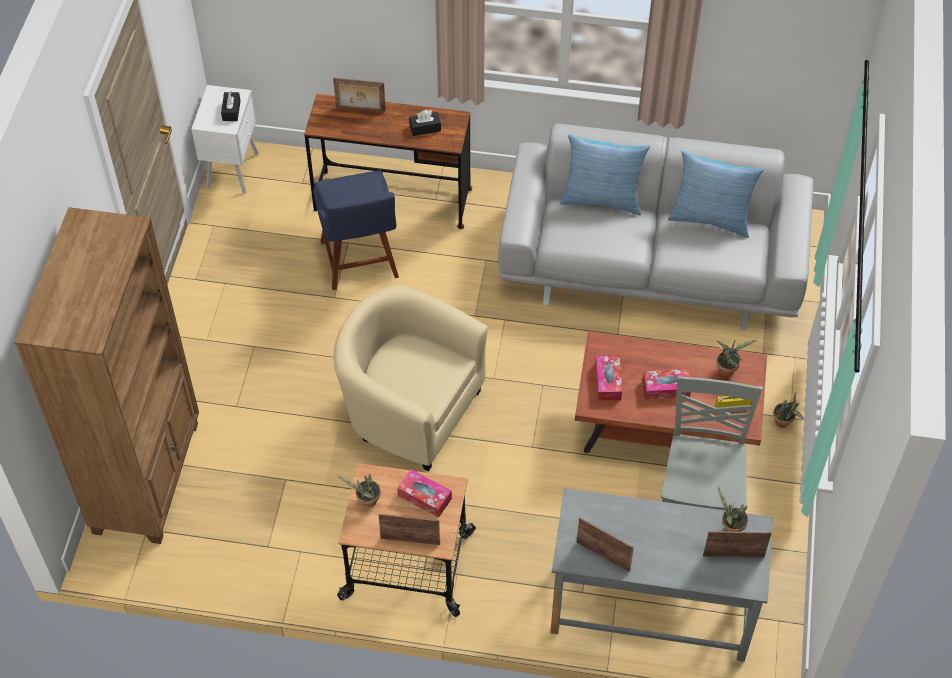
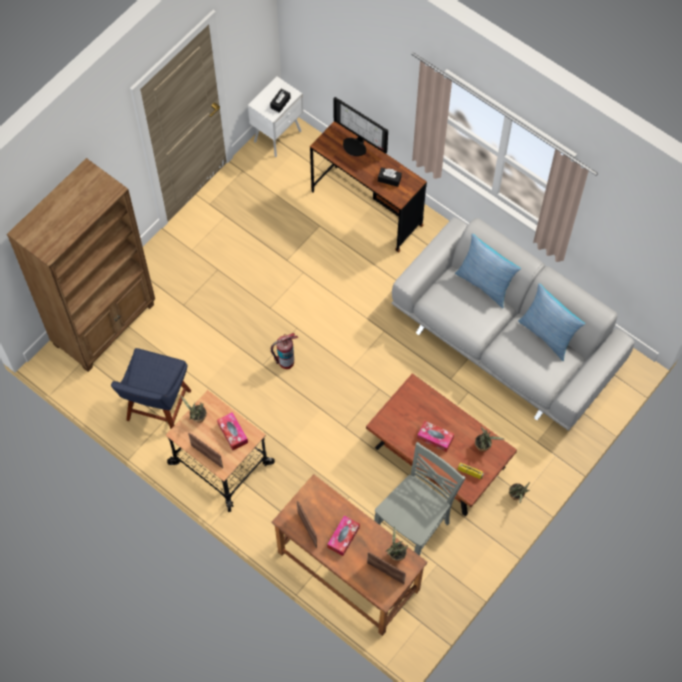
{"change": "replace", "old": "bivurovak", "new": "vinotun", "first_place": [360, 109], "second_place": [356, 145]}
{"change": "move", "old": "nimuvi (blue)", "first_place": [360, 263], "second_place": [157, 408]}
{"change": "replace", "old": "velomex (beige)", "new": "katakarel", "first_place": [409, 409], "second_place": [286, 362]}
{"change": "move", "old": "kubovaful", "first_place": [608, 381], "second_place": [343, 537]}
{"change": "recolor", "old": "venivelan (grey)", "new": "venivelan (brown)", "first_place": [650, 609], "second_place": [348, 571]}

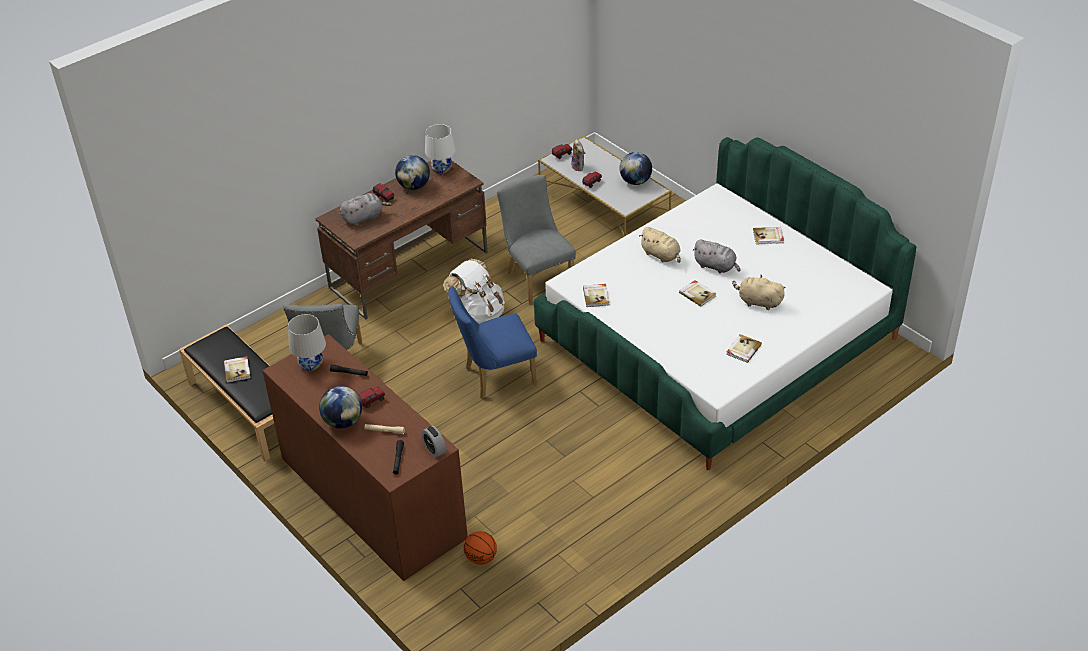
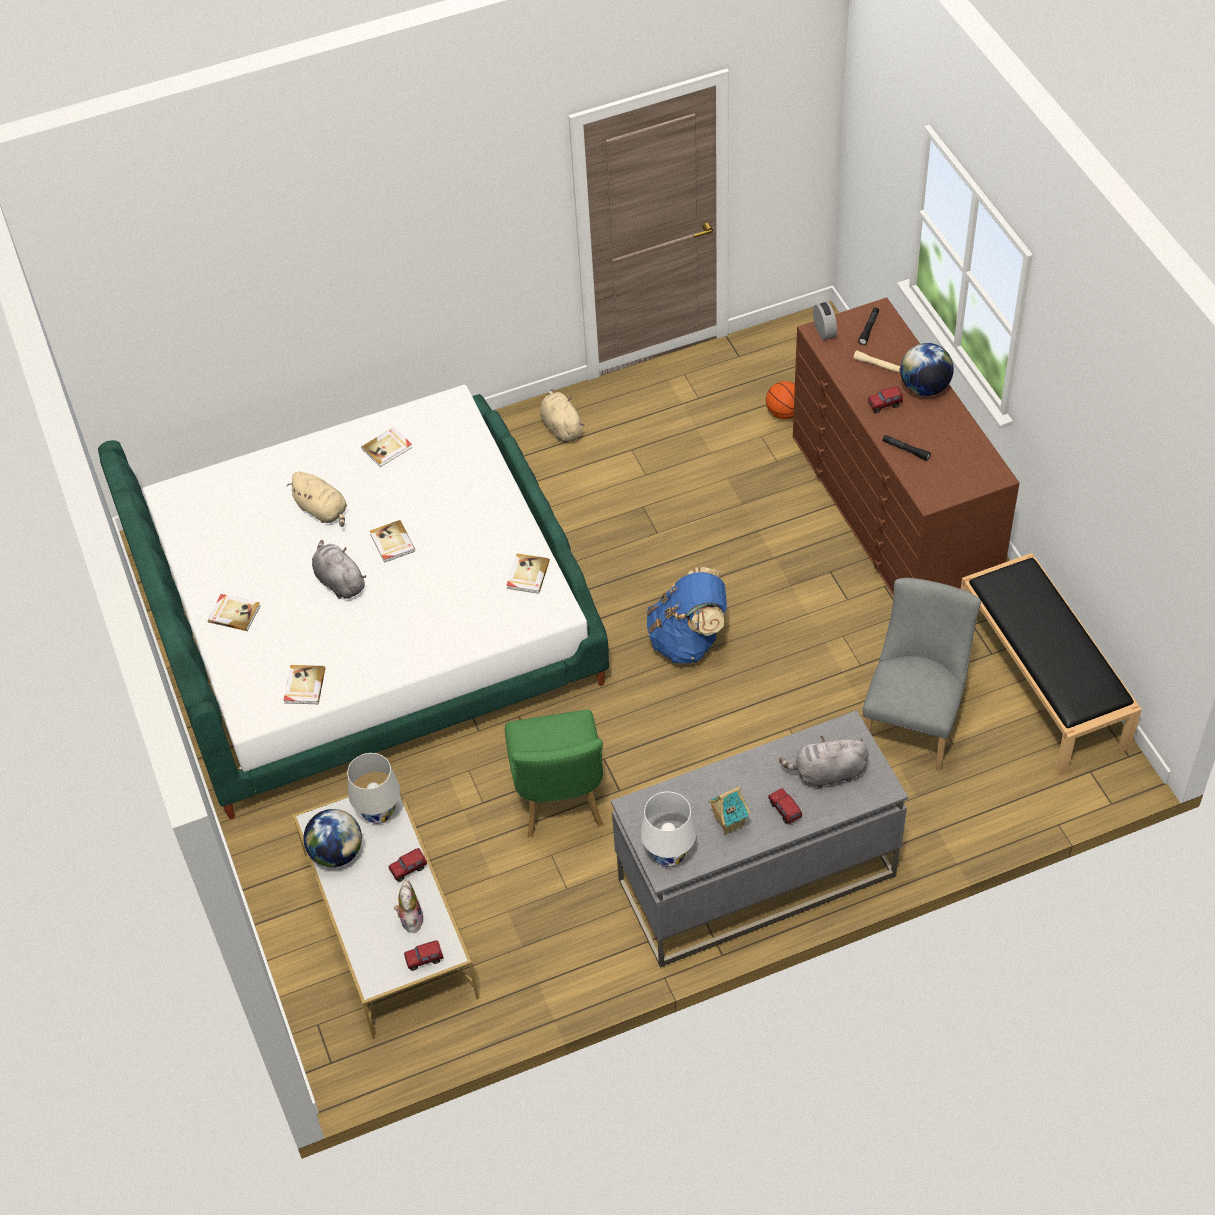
{"change": "replace", "old": "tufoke", "new": "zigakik", "first_place": [414, 186], "second_place": [728, 824]}
{"change": "recolor", "old": "venivelan (brown)", "new": "venivelan (grey)", "first_place": [409, 269], "second_place": [755, 878]}
{"change": "recolor", "old": "nimuvi (grey)", "new": "nimuvi (green)", "first_place": [537, 277], "second_place": [560, 802]}
{"change": "move", "old": "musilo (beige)", "first_place": [661, 255], "second_place": [561, 427]}
{"change": "delete", "old": "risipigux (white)", "first_place": [477, 314]}
{"change": "replace", "old": "nimuvi (blue)", "new": "risipigux (blue)", "first_place": [495, 377], "second_place": [688, 640]}
{"change": "move", "old": "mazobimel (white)", "first_place": [310, 364], "second_place": [379, 812]}
{"change": "move", "old": "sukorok", "first_place": [237, 370], "second_place": [304, 686]}

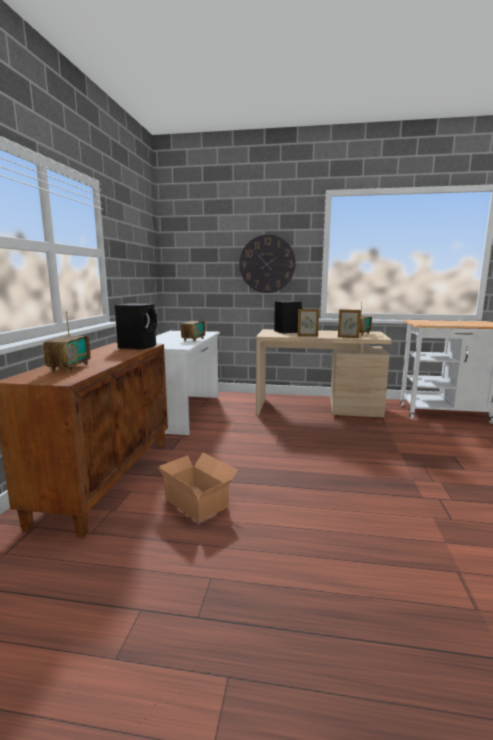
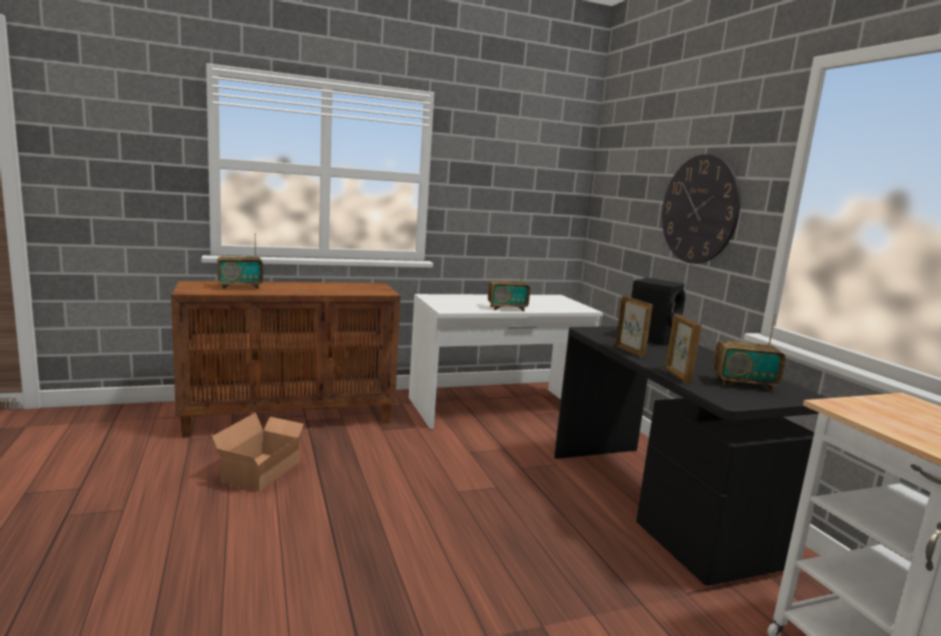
{"change": "delete", "old": "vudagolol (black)", "first_place": [138, 346]}
{"change": "recolor", "old": "venivelan (beige)", "new": "venivelan (black)", "first_place": [318, 409], "second_place": [658, 505]}

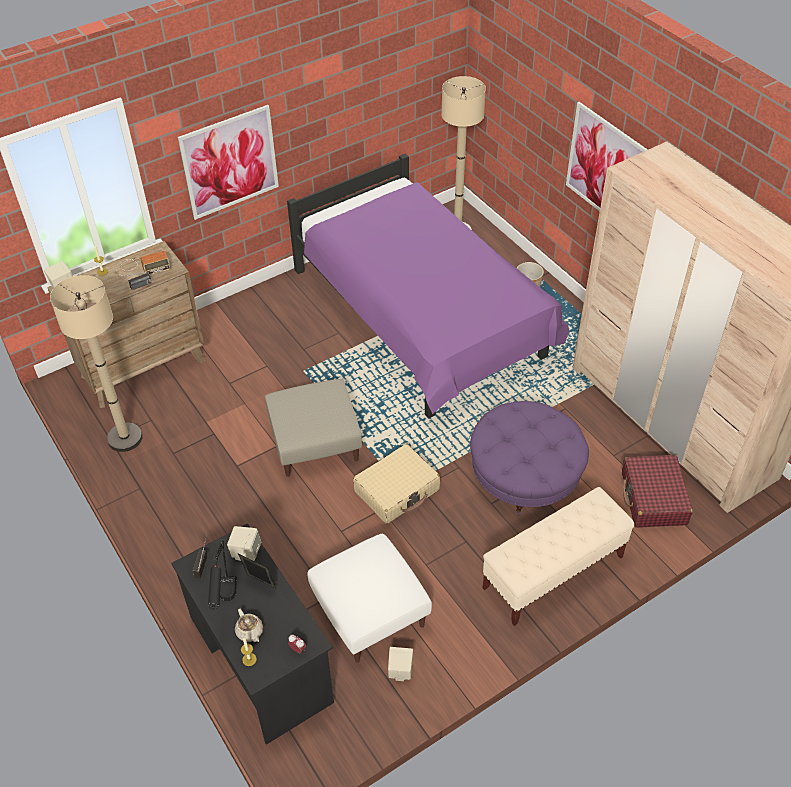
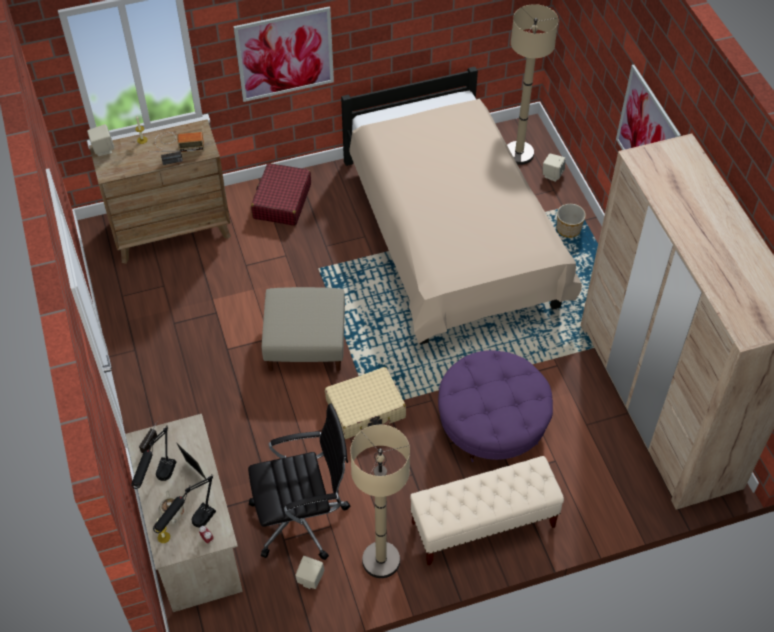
{"change": "recolor", "old": "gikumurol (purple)", "new": "gikumurol (beige)", "first_place": [421, 318], "second_place": [450, 239]}
{"change": "move", "old": "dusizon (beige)", "first_place": [125, 438], "second_place": [381, 560]}
{"change": "move", "old": "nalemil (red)", "first_place": [653, 498], "second_place": [282, 201]}
{"change": "recolor", "old": "venivelan (black)", "new": "venivelan (beige)", "first_place": [260, 659], "second_place": [192, 535]}
{"change": "move", "old": "vudagolol (beige)", "first_place": [246, 552], "second_place": [552, 174]}
{"change": "replace", "old": "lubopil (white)", "new": "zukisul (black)", "first_place": [371, 612], "second_place": [302, 518]}
{"change": "insert", "new": "mazobimel (black)", "second_place": [192, 529]}

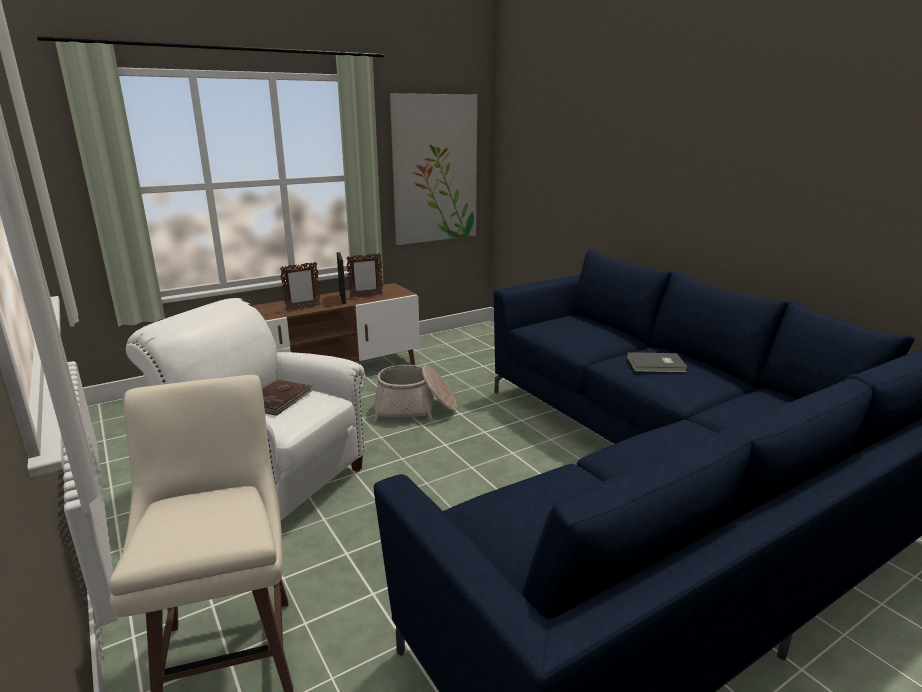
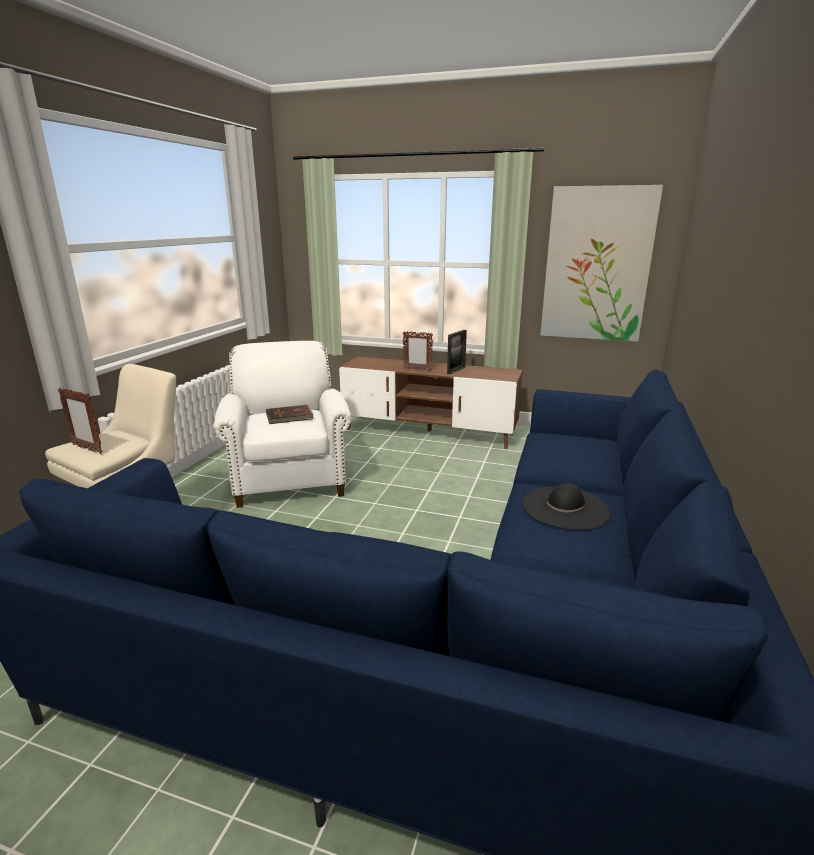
{"change": "move", "old": "bivurovak", "first_place": [366, 296], "second_place": [87, 449]}
{"change": "replace", "old": "sukorok (grey)", "new": "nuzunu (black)", "first_place": [657, 365], "second_place": [565, 507]}
{"change": "delete", "old": "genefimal", "first_place": [415, 409]}

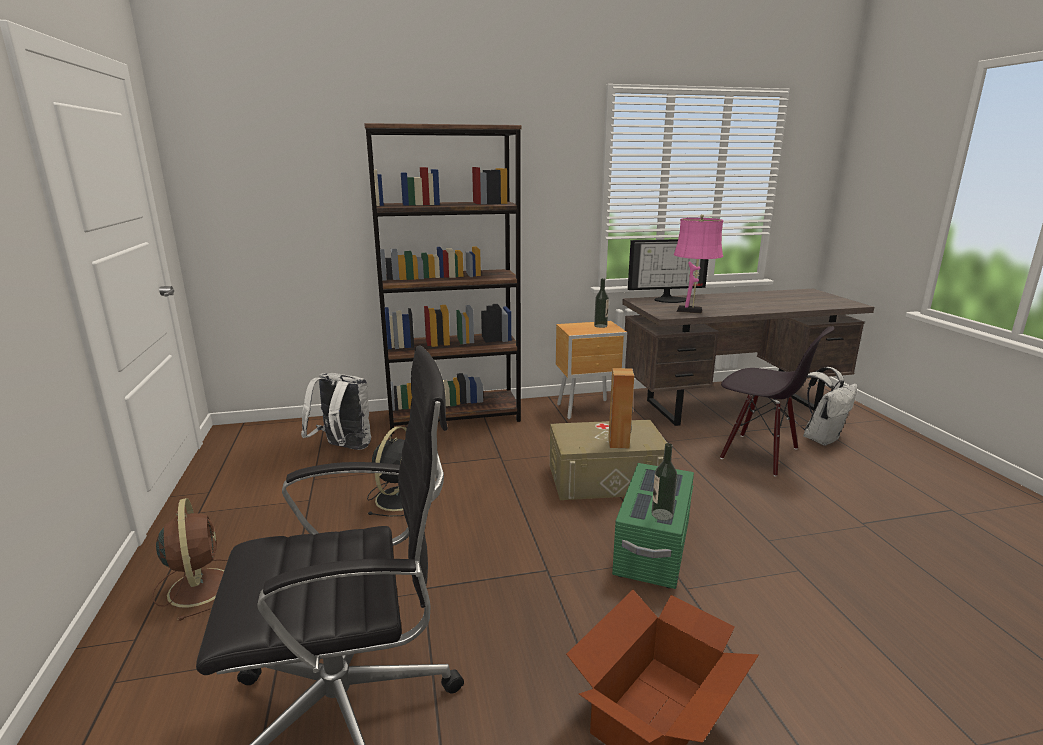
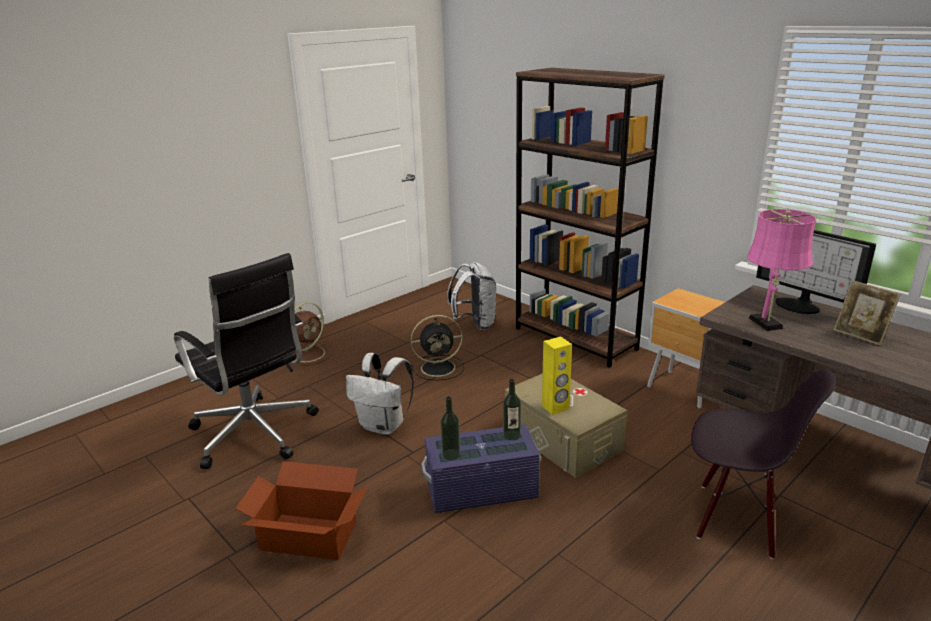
{"change": "move", "old": "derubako", "first_place": [600, 326], "second_place": [511, 435]}
{"change": "rotate", "old": "nimuvi (black)", "first_place": [759, 454], "second_place": [737, 518], "degrees": -75}
{"change": "move", "old": "risipigux (white)", "first_place": [819, 438], "second_place": [384, 426]}
{"change": "recolor", "old": "vudagolol (brown)", "new": "vudagolol (yellow)", "first_place": [619, 443], "second_place": [555, 407]}
{"change": "recolor", "old": "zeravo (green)", "new": "zeravo (purple)", "first_place": [652, 548], "second_place": [481, 490]}
{"change": "insert", "new": "bivurovak", "second_place": [860, 335]}

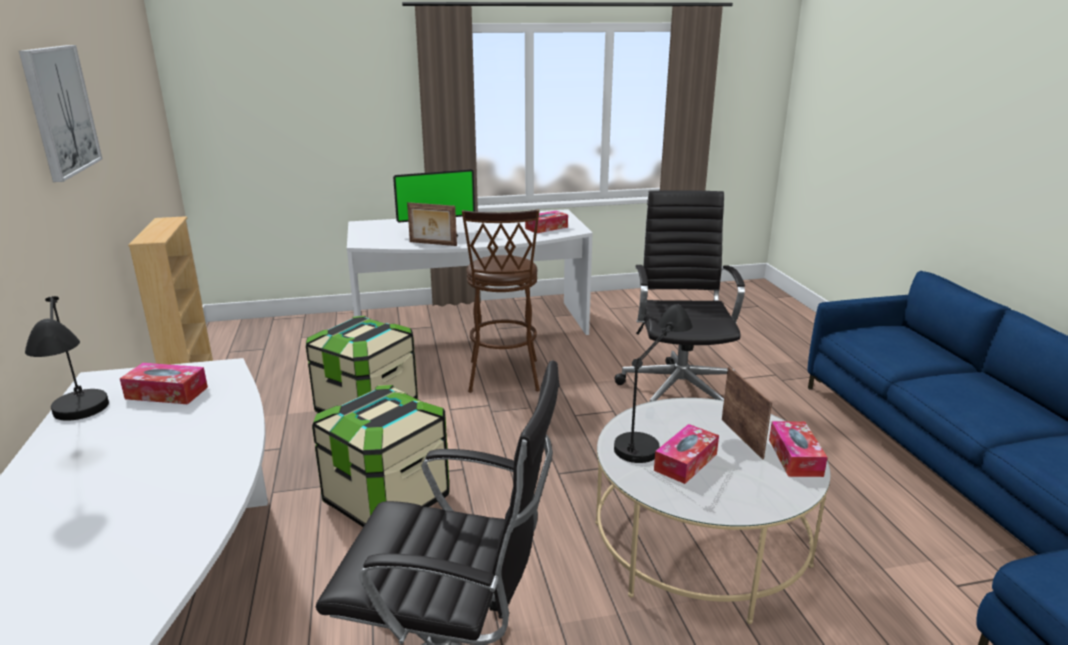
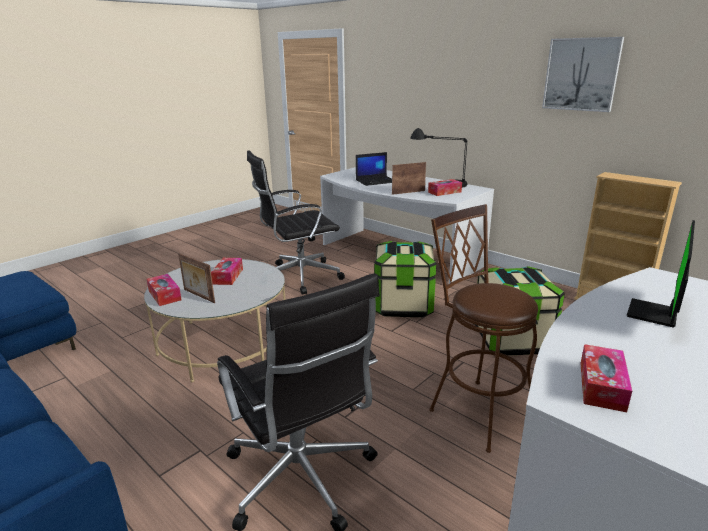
{"change": "move", "old": "bivurovak", "first_place": [432, 244], "second_place": [408, 192]}
{"change": "delete", "old": "mazobimel (black)", "first_place": [650, 431]}
{"change": "insert", "new": "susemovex", "second_place": [376, 181]}

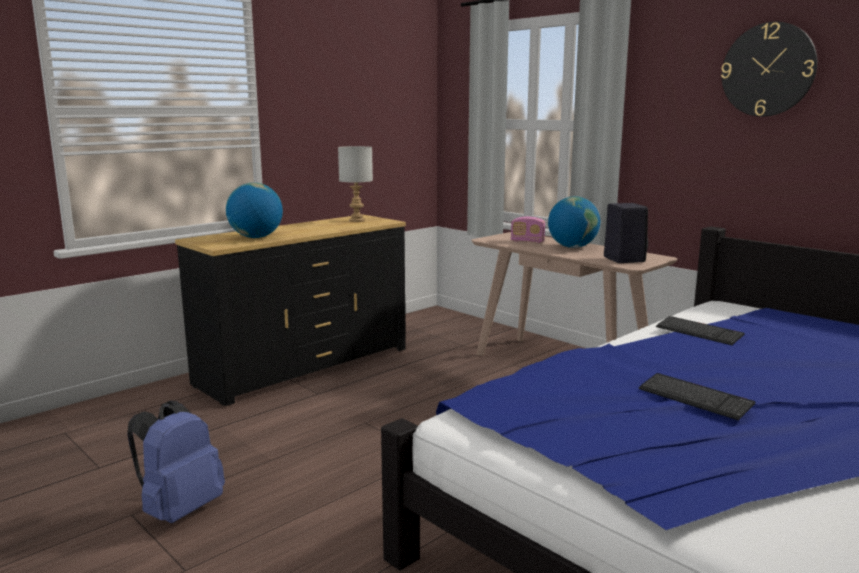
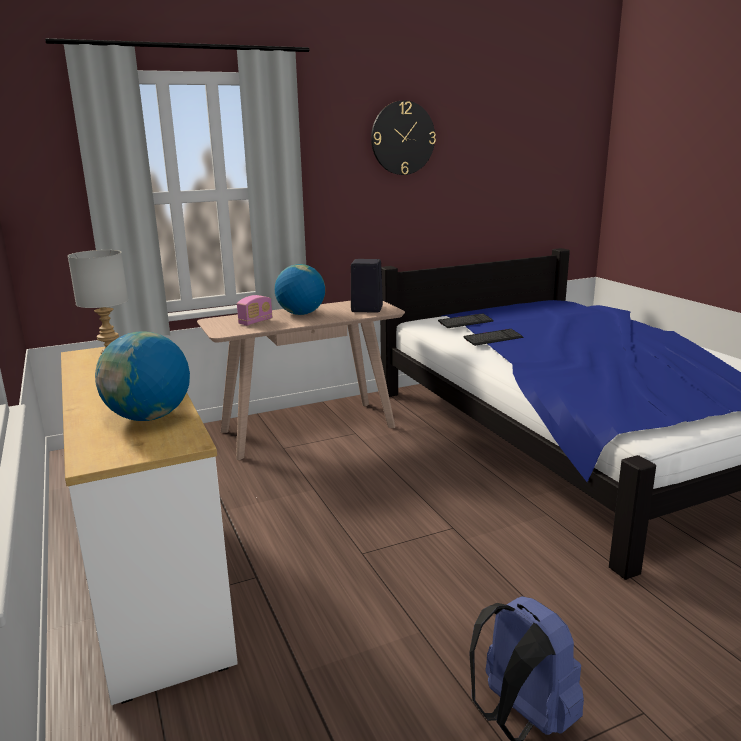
{"change": "recolor", "old": "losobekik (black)", "new": "losobekik (white)", "first_place": [304, 366], "second_place": [151, 578]}
{"change": "move", "old": "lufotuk", "first_place": [694, 398], "second_place": [465, 322]}

